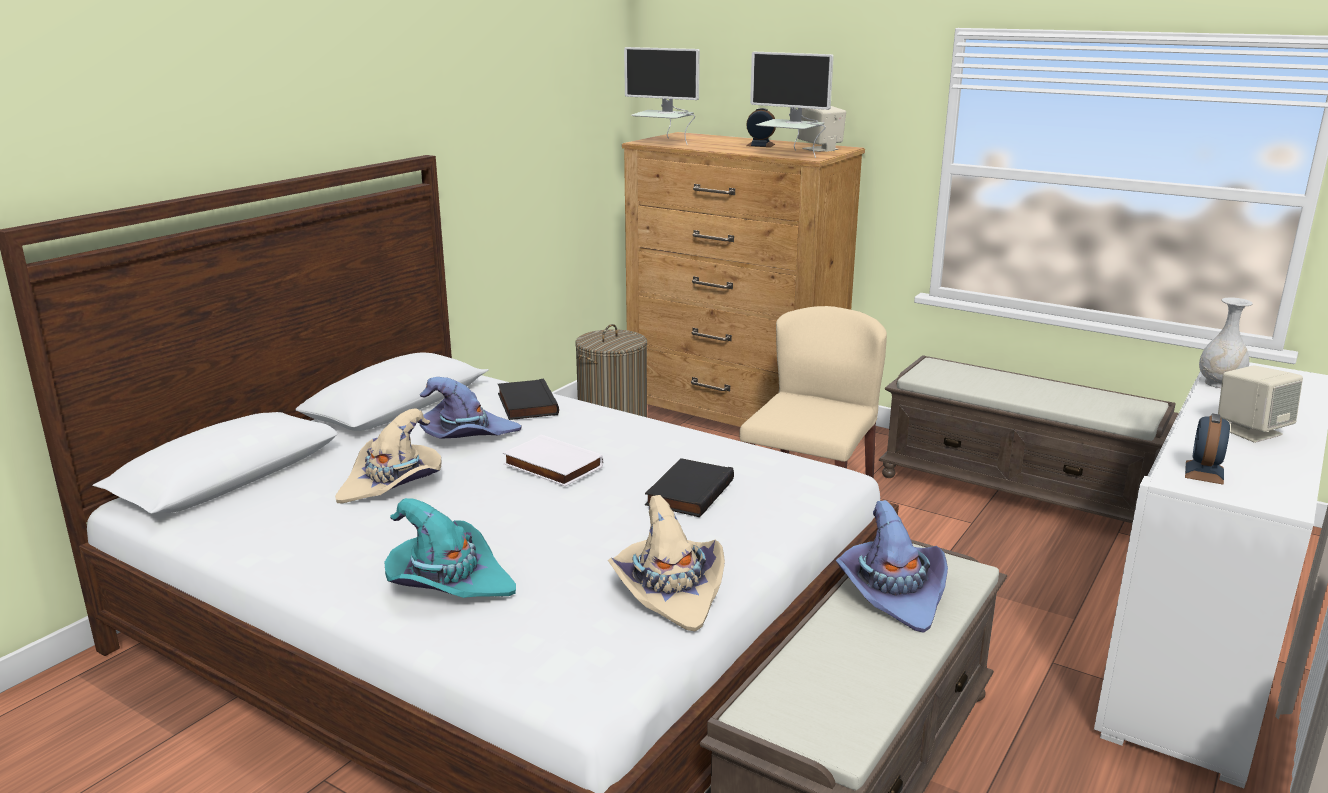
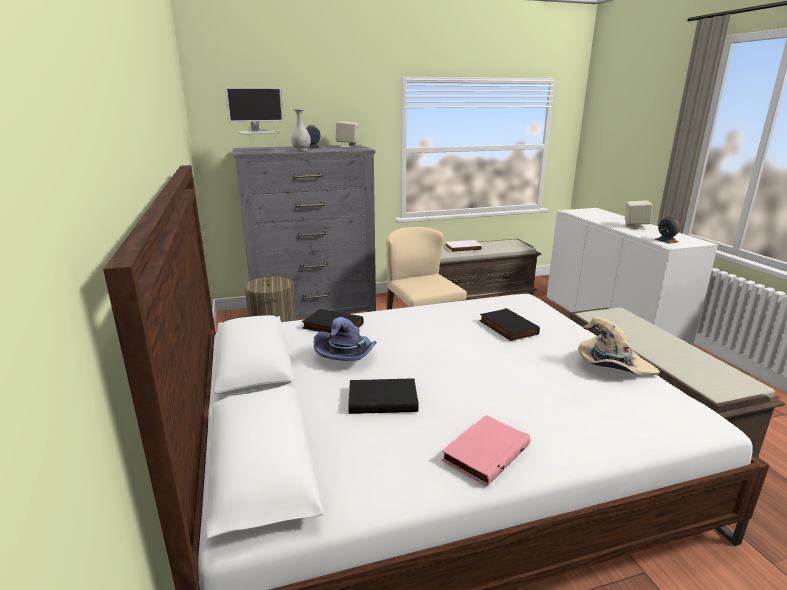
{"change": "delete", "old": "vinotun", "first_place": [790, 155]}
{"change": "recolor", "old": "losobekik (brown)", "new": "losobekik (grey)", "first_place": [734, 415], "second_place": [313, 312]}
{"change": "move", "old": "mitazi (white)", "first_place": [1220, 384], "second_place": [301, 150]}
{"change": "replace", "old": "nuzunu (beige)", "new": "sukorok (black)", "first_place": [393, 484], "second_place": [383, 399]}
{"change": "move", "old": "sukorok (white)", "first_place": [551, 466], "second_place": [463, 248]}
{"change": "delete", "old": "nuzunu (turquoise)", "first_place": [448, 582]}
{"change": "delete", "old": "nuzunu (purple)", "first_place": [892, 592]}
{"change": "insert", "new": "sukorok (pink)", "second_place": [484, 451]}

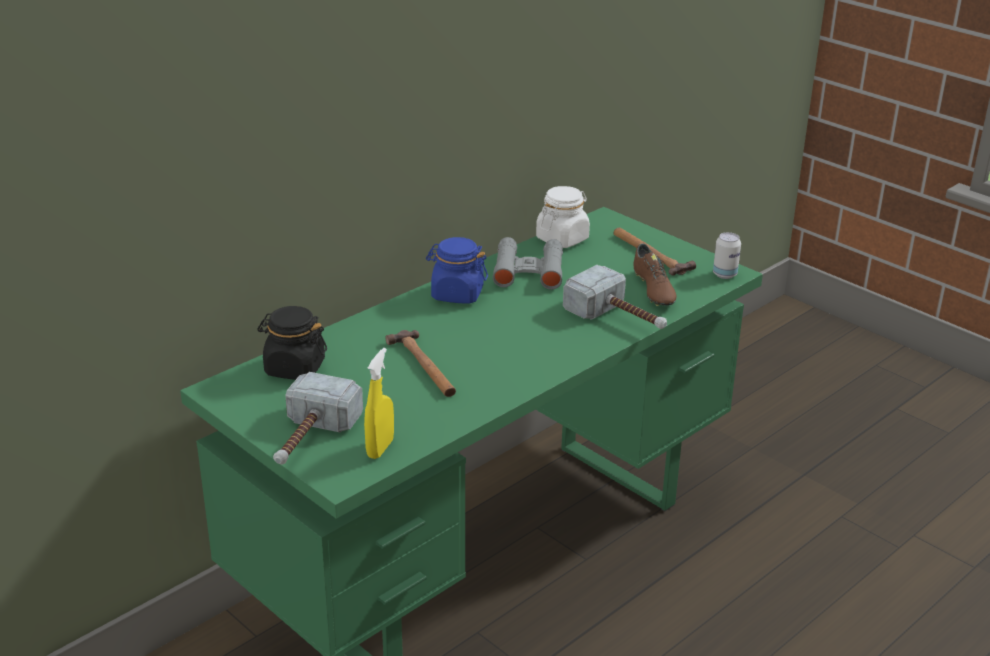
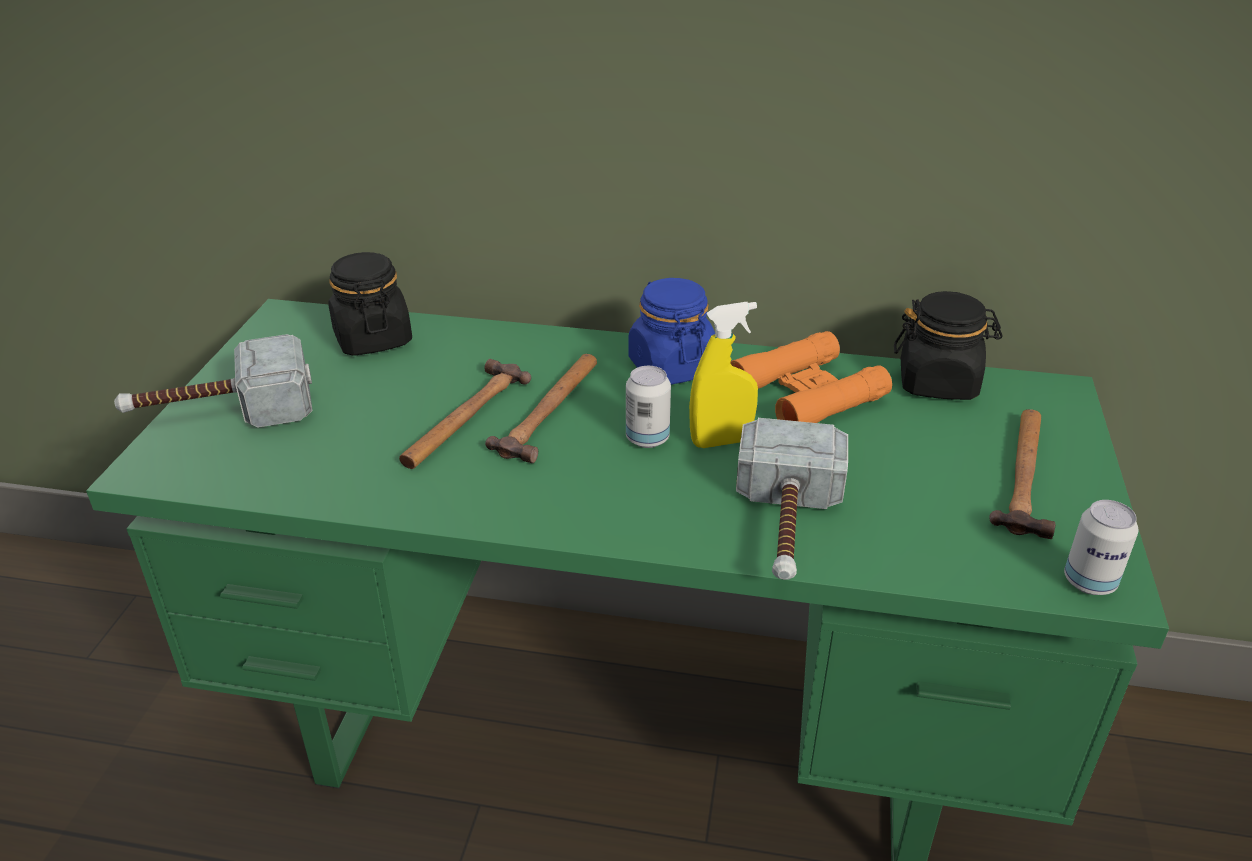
{"change": "recolor", "old": "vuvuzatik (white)", "new": "vuvuzatik (black)", "first_place": [562, 239], "second_place": [938, 382]}
{"change": "recolor", "old": "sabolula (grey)", "new": "sabolula (orange)", "first_place": [528, 271], "second_place": [807, 393]}
{"change": "delete", "old": "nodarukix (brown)", "first_place": [653, 290]}
{"change": "move", "old": "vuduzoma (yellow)", "first_place": [380, 448], "second_place": [721, 441]}
{"change": "insert", "new": "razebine", "second_place": [551, 410]}
{"change": "insert", "new": "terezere", "second_place": [647, 439]}

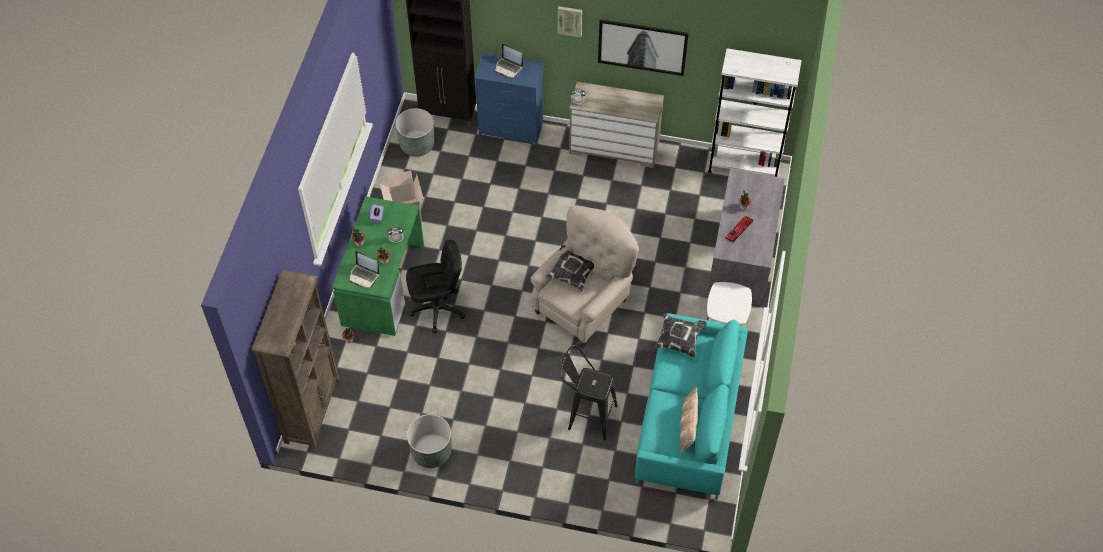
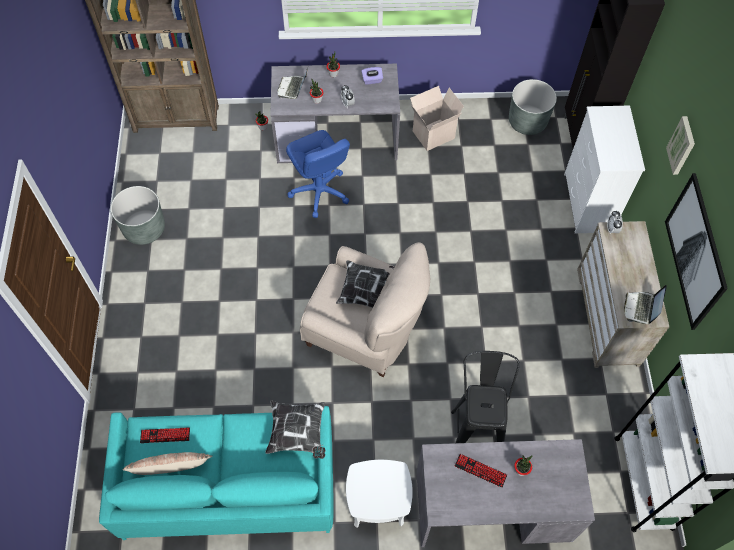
{"change": "move", "old": "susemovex", "first_place": [508, 67], "second_place": [641, 308]}
{"change": "recolor", "old": "losobekik (blue)", "new": "losobekik (white)", "first_place": [511, 129], "second_place": [587, 203]}
{"change": "recolor", "old": "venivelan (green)", "new": "venivelan (grey)", "first_place": [382, 284], "second_place": [337, 137]}
{"change": "recolor", "old": "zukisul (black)", "new": "zukisul (blue)", "first_place": [437, 309], "second_place": [319, 192]}
{"change": "move", "old": "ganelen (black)", "first_place": [587, 415], "second_place": [476, 428]}
{"change": "insert", "new": "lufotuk", "second_place": [165, 435]}

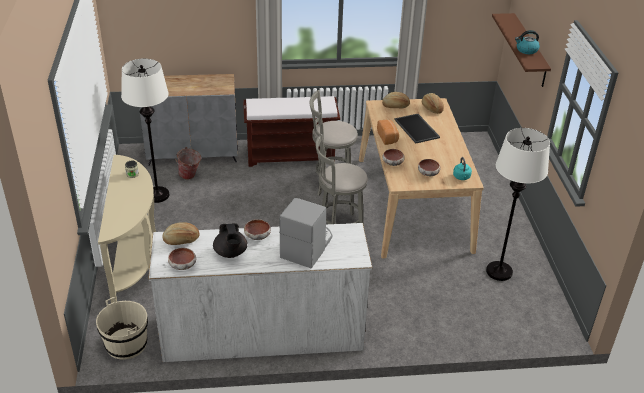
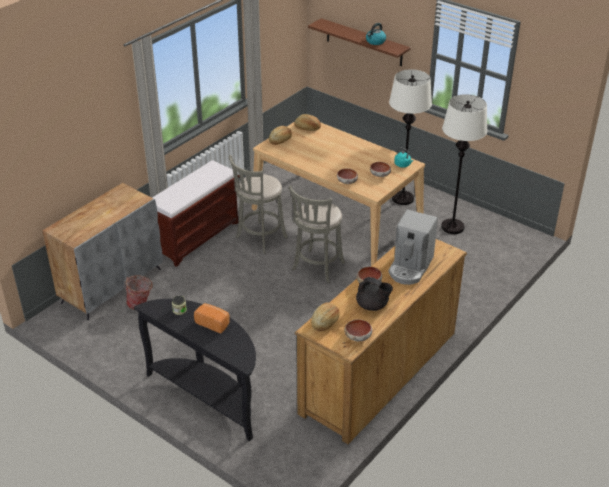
{"change": "move", "old": "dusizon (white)", "first_place": [157, 195], "second_place": [402, 198]}
{"change": "delete", "old": "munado", "first_place": [417, 128]}
{"change": "move", "old": "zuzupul", "first_place": [388, 137], "second_place": [213, 323]}
{"change": "recolor", "old": "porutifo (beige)", "new": "porutifo (black)", "first_place": [136, 262], "second_place": [209, 396]}
{"change": "rotate", "old": "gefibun", "first_place": [307, 247], "second_place": [410, 267], "degrees": -135}
{"change": "recolor", "old": "losobekik (white)", "new": "losobekik (brown)", "first_place": [262, 332], "second_place": [379, 372]}
{"change": "delete", "old": "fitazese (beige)", "first_place": [126, 344]}

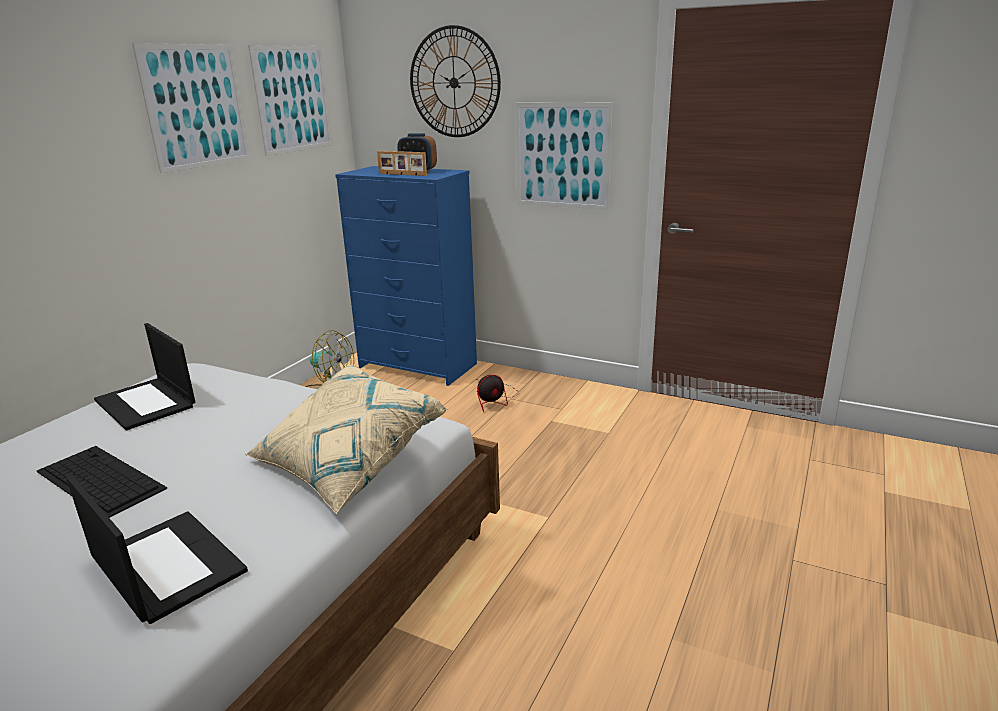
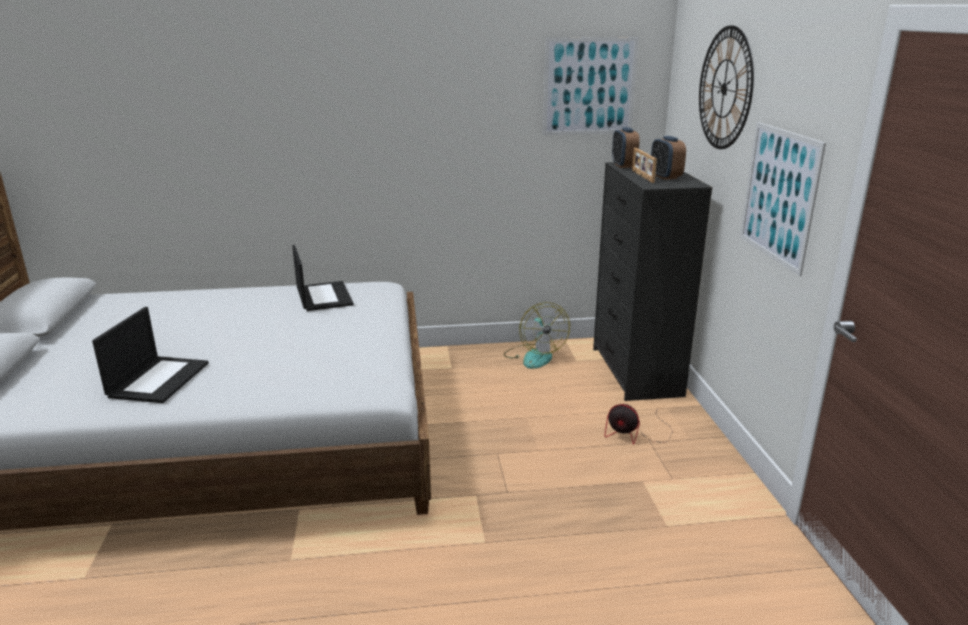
{"change": "delete", "old": "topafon", "first_place": [196, 106]}
{"change": "recolor", "old": "losobekik (blue)", "new": "losobekik (black)", "first_place": [418, 366], "second_place": [636, 372]}
{"change": "rotate", "old": "susemovex", "first_place": [147, 403], "second_place": [323, 296], "degrees": 150}
{"change": "delete", "old": "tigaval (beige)", "first_place": [347, 463]}
{"change": "delete", "old": "lufotuk", "first_place": [99, 479]}
{"change": "insert", "new": "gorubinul", "second_place": [623, 165]}

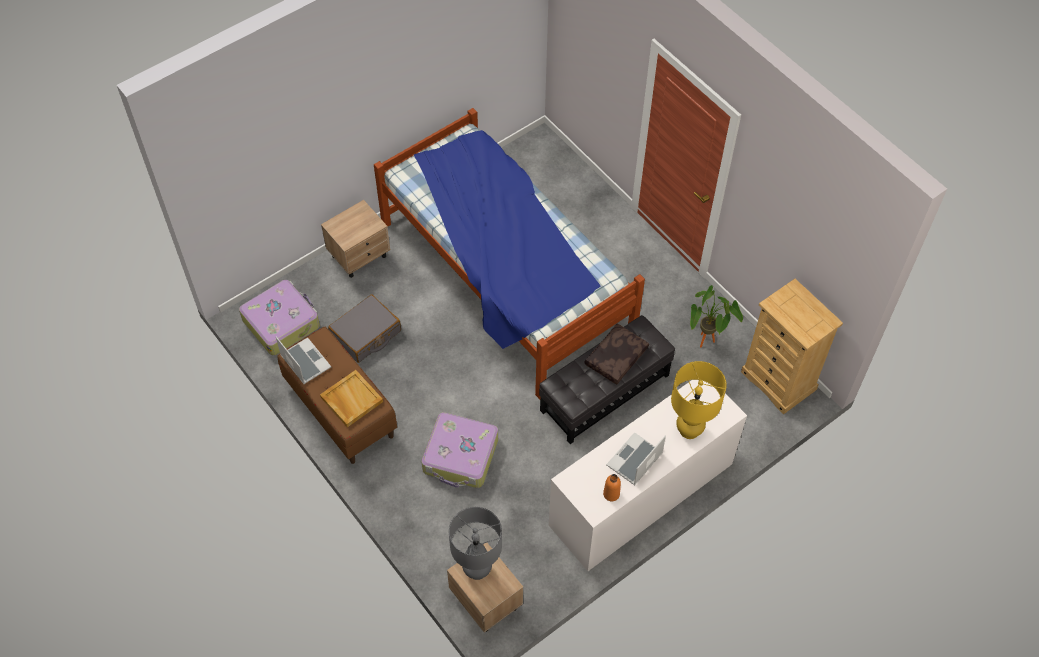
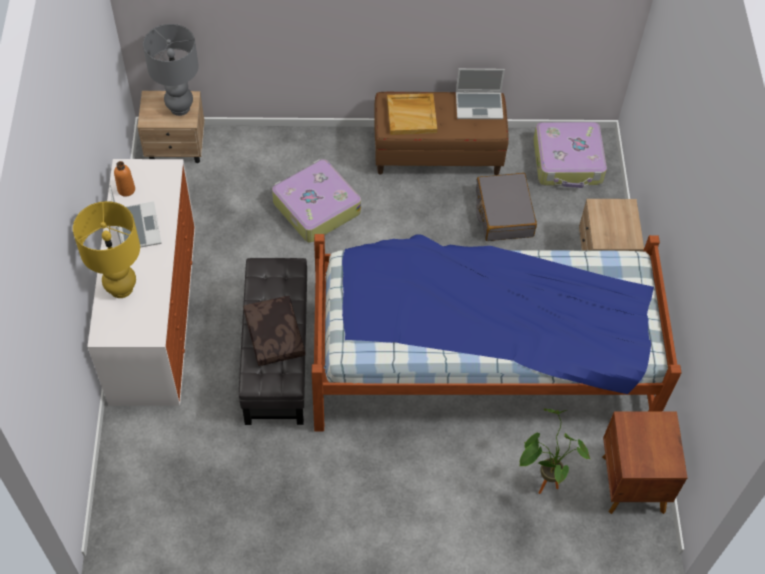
{"change": "delete", "old": "losobekik (beige)", "first_place": [779, 381]}
{"change": "move", "old": "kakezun", "first_place": [706, 344], "second_place": [541, 483]}
{"change": "insert", "new": "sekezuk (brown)", "second_place": [631, 485]}

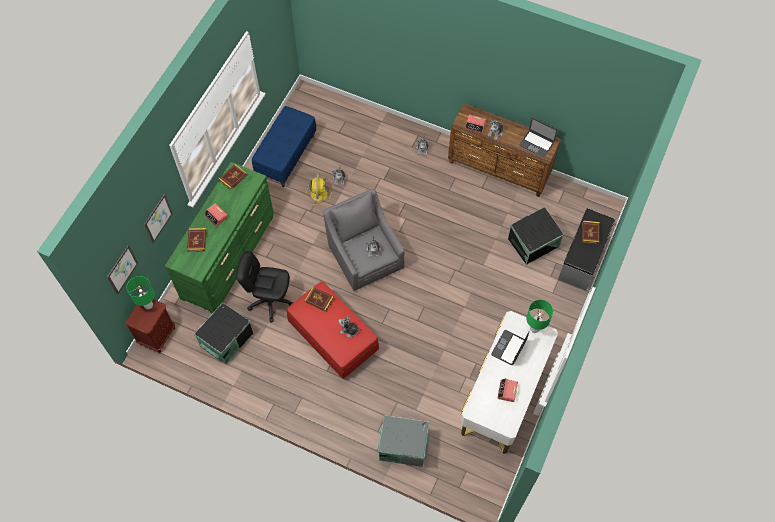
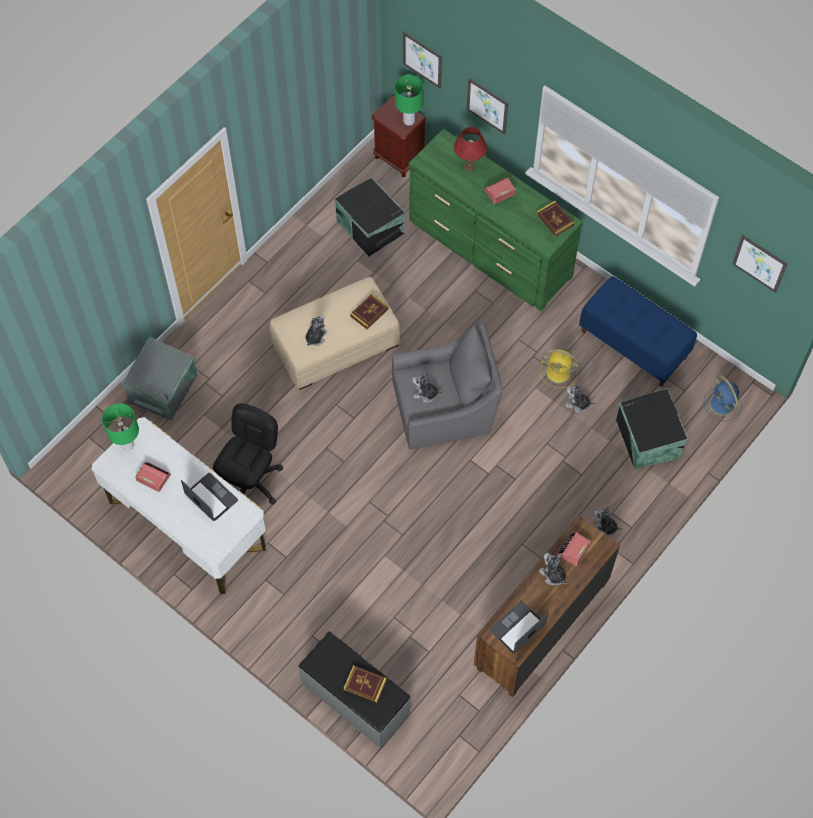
{"change": "move", "old": "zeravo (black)", "first_place": [534, 243], "second_place": [647, 439]}
{"change": "replace", "old": "sukorok", "new": "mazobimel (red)", "first_place": [197, 240], "second_place": [469, 166]}
{"change": "move", "old": "zukisul (black)", "first_place": [270, 300], "second_place": [251, 482]}
{"change": "recolor", "old": "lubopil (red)", "new": "lubopil (beige)", "first_place": [333, 336], "second_place": [336, 344]}
{"change": "move", "old": "mazobimel (green)", "first_place": [534, 328], "second_place": [127, 445]}
{"change": "insert", "new": "topafon", "second_place": [759, 263]}
{"change": "insert", "new": "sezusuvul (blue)", "second_place": [722, 405]}

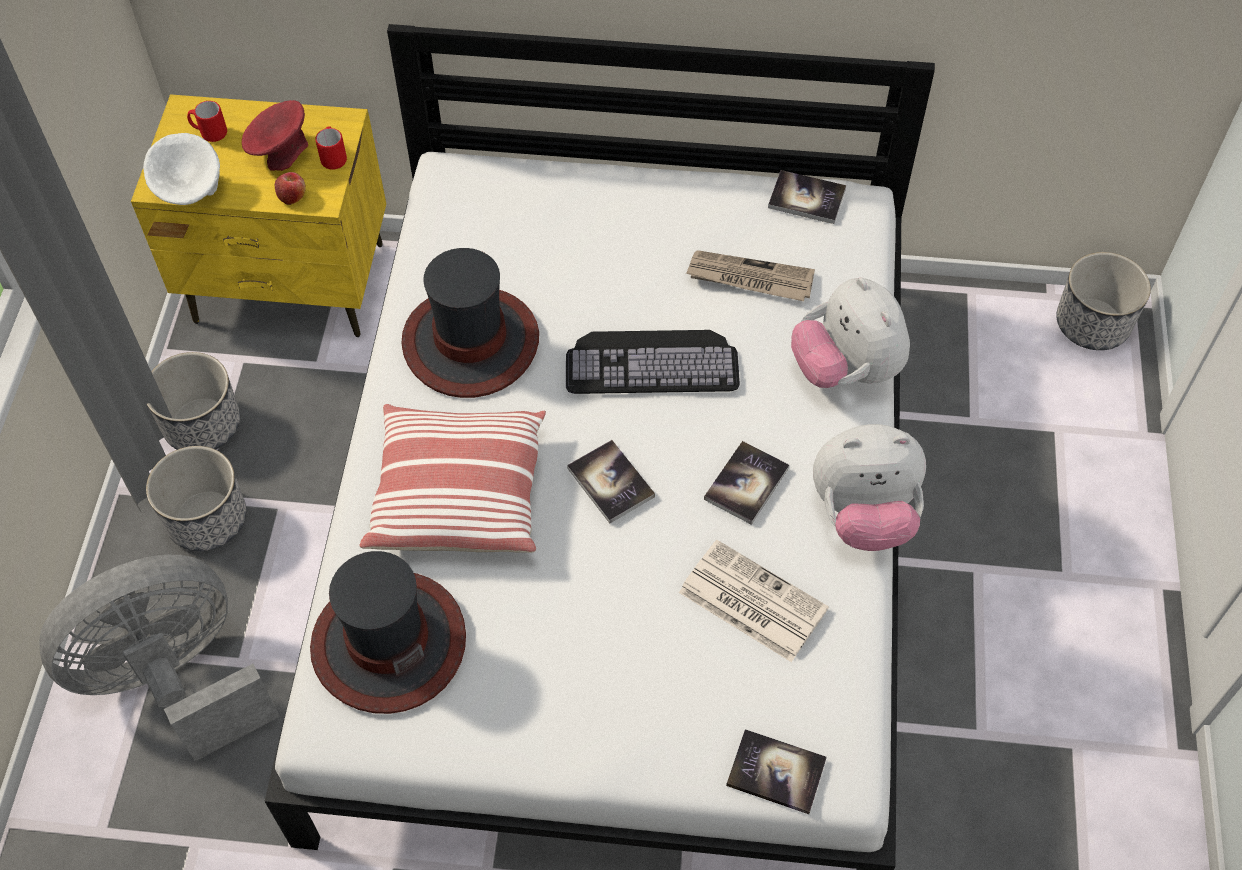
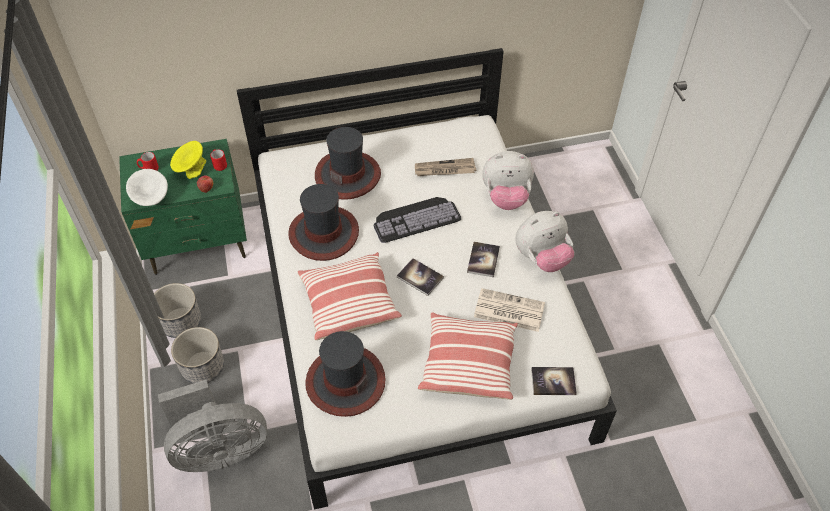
{"change": "recolor", "old": "sekezuk (yellow)", "new": "sekezuk (green)", "first_place": [291, 284], "second_place": [198, 242]}
{"change": "recolor", "old": "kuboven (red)", "new": "kuboven (yellow)", "first_place": [280, 153], "second_place": [190, 170]}
{"change": "delete", "old": "sukorok", "first_place": [806, 198]}
{"change": "delete", "old": "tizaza", "first_place": [1092, 324]}
{"change": "rotate", "old": "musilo", "first_place": [846, 369], "second_place": [506, 198], "degrees": -45}
{"change": "rotate", "old": "sezusuvul (grey)", "first_place": [175, 680], "second_place": [219, 449], "degrees": -150}
{"change": "insert", "new": "nuzunu", "second_place": [348, 175]}
{"change": "insert", "new": "tigaval", "second_place": [468, 363]}

